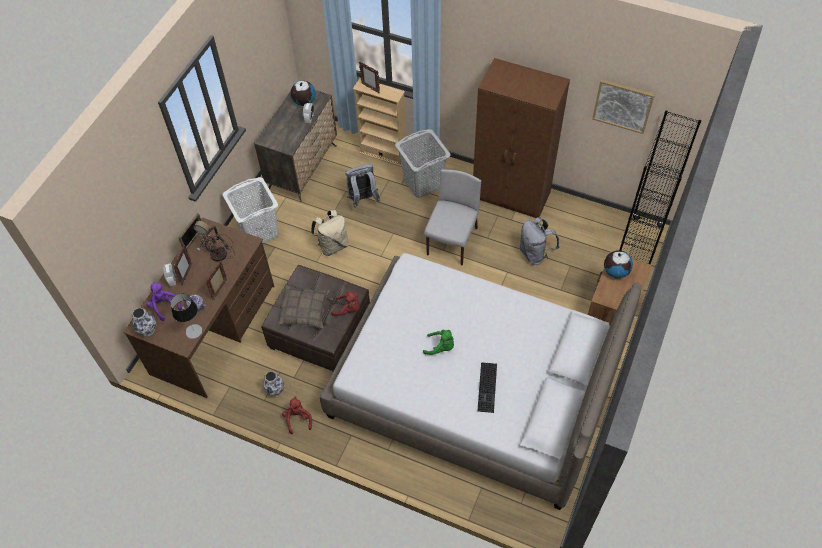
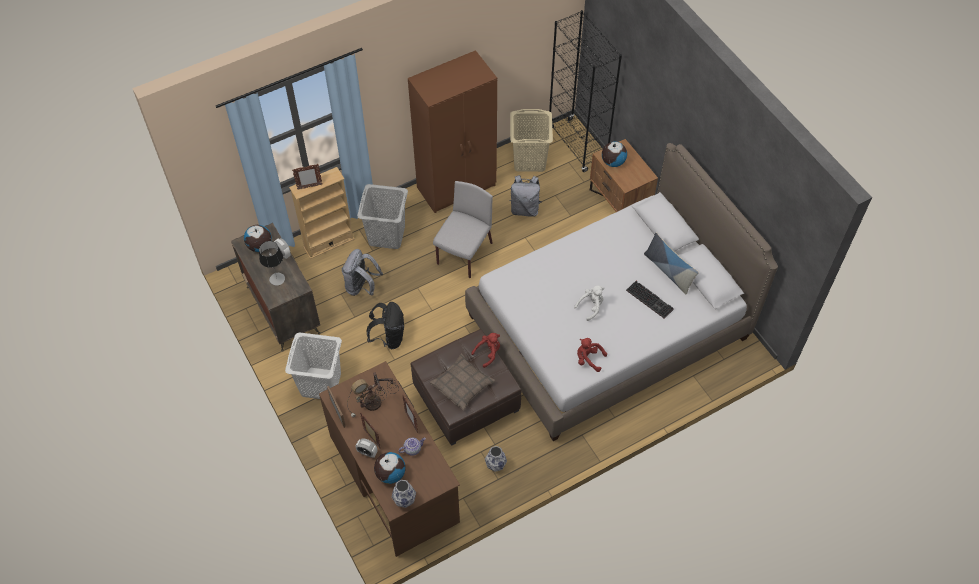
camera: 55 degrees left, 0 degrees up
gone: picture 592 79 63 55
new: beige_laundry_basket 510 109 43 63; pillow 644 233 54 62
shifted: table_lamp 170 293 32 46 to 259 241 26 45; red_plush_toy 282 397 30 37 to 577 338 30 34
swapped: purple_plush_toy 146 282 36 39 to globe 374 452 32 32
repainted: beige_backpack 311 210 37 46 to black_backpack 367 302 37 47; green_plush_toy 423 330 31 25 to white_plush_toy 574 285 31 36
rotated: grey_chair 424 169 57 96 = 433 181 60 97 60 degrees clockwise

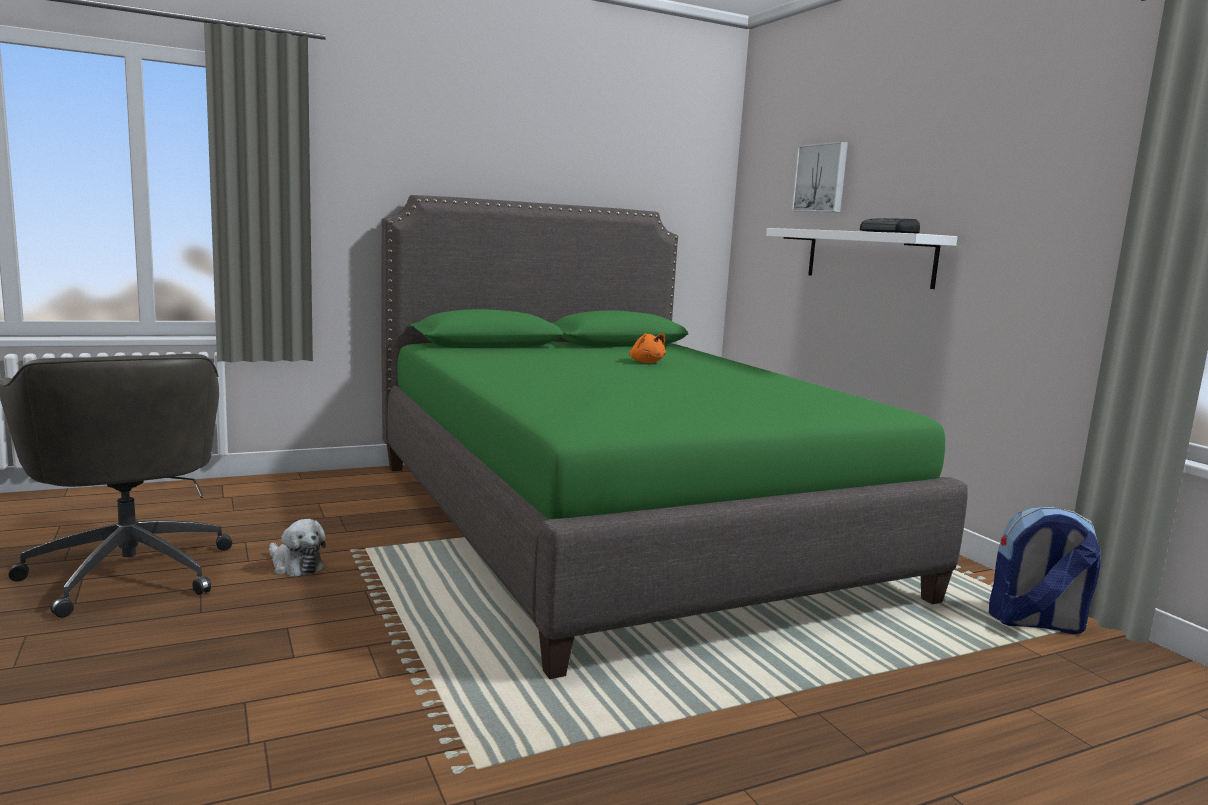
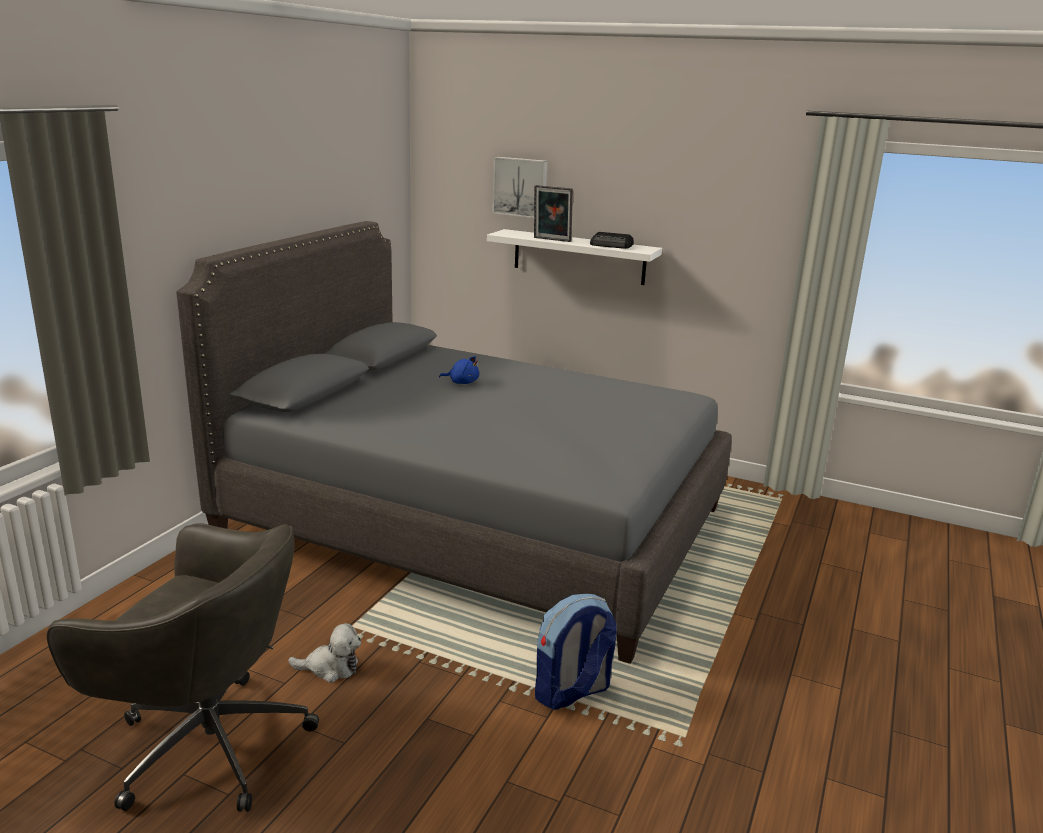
camera: 40 degrees left, 10 degrees up
new: picture_frame 534 185 39 57
shifted: backpack 989 507 111 127 to 535 594 81 116
repainted: green_bed 382 195 586 484 to grey_bed 176 221 556 443; orange_plush_toy 629 333 37 30 to blue_plush_toy 439 356 40 28

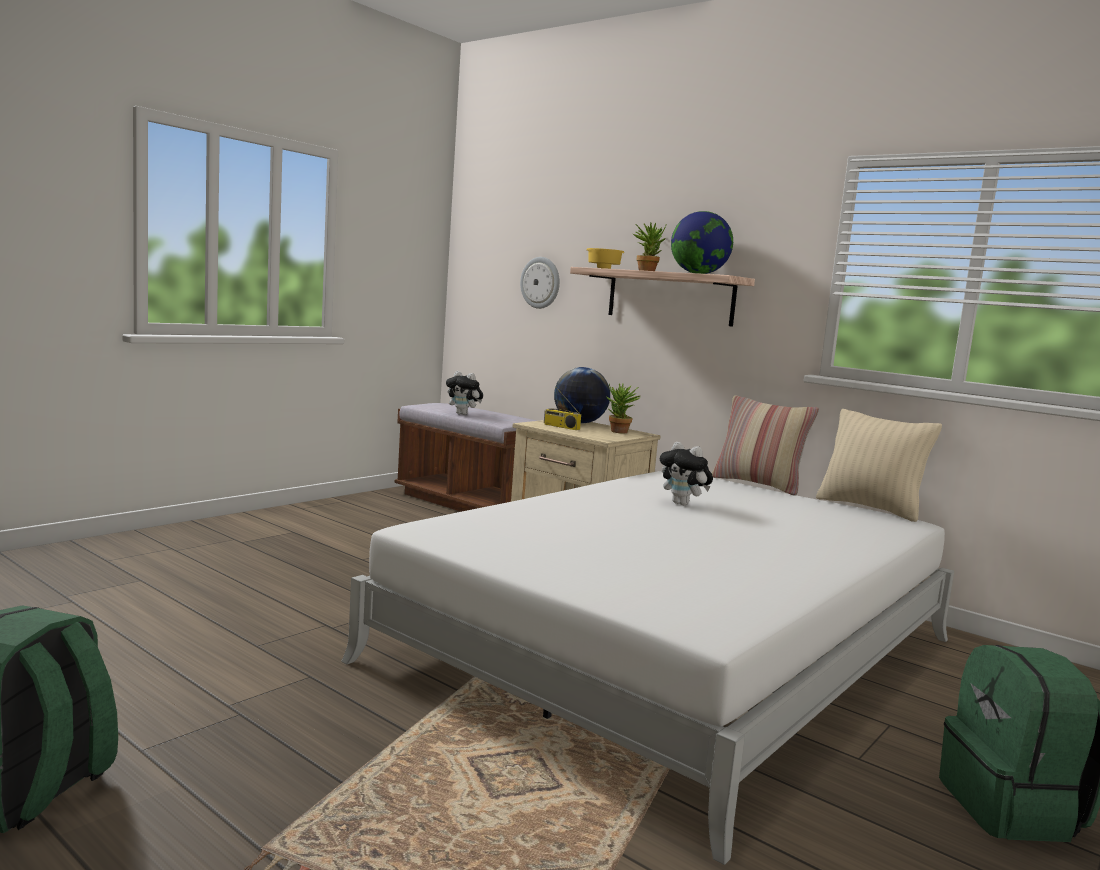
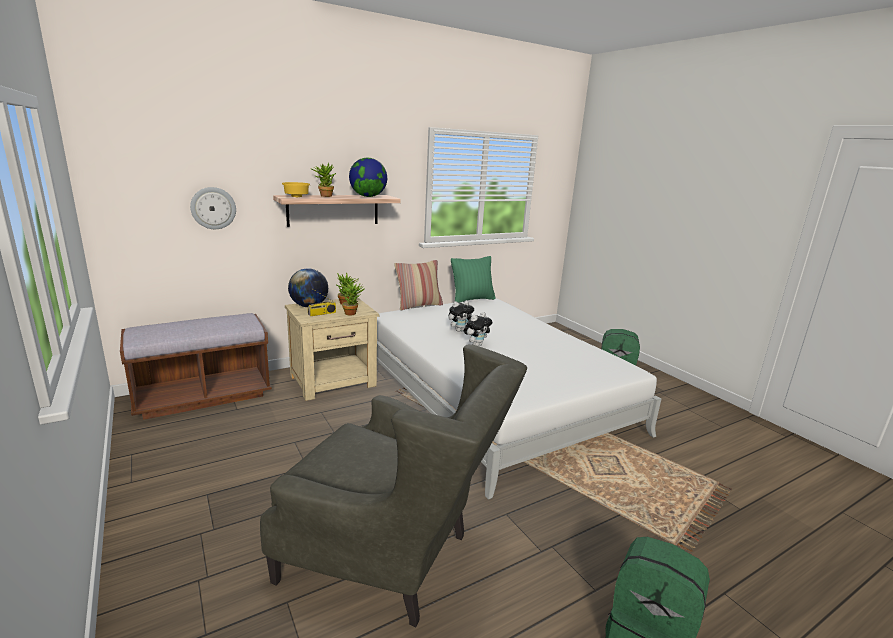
camera: 70 degrees left, 10 degrees up
new: grey_armchair 260 344 267 283; potted_plant 339 282 26 33
shifted: plush_toy 446 371 37 44 to 464 312 28 34
repainted: beige_pillow 816 409 126 113 to green_pillow 451 256 45 47

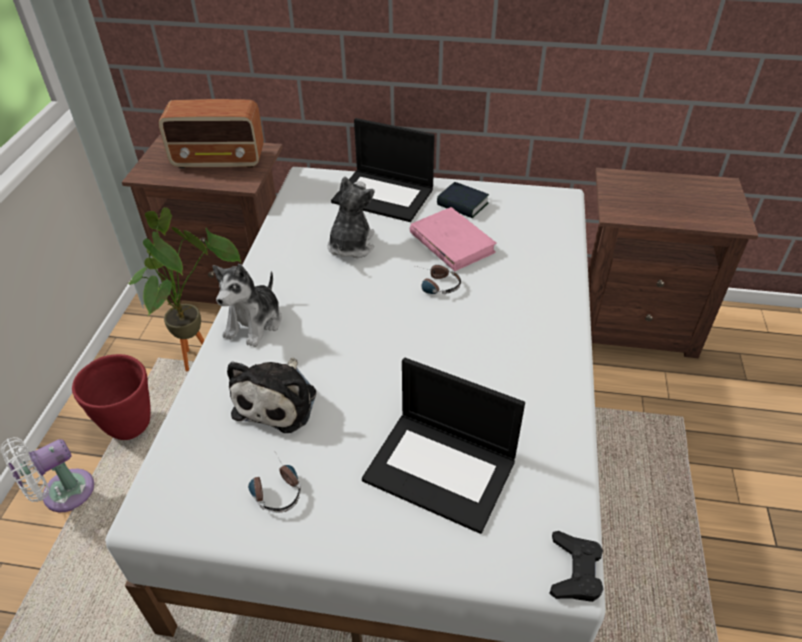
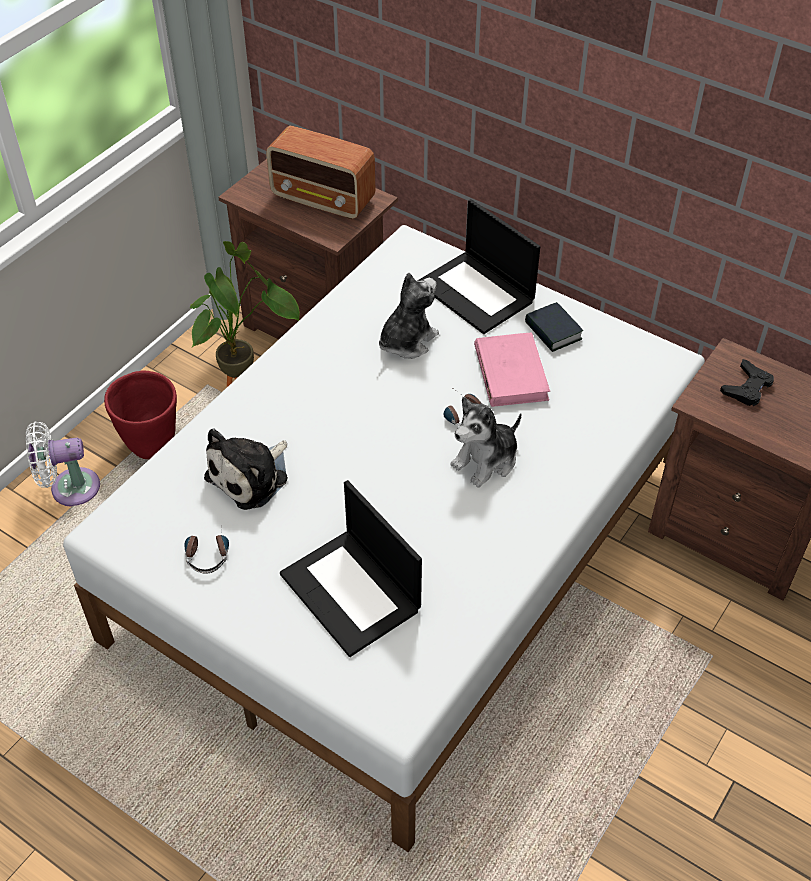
camera: 25 degrees right, 5 degrees up
shifted: plush_toy 213 264 69 83 to 450 397 71 90; black_game_controller 549 531 55 71 to 720 359 54 47

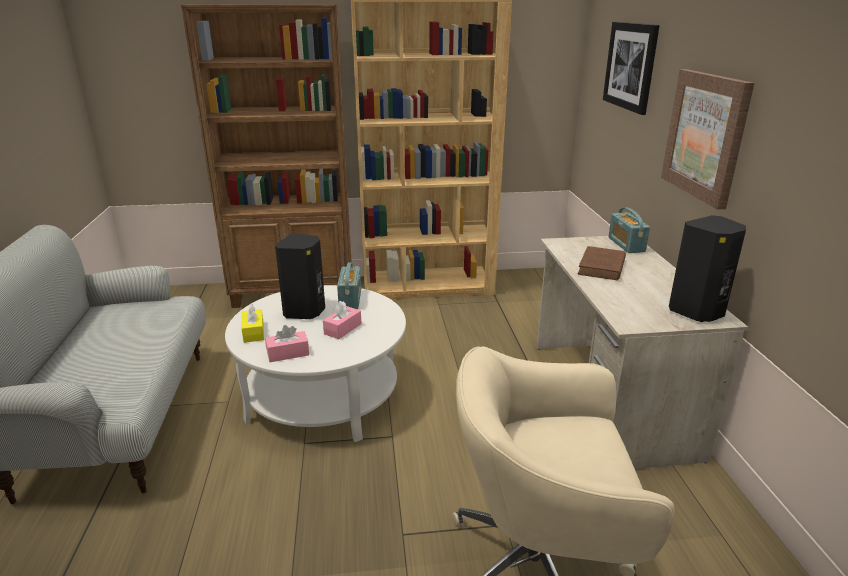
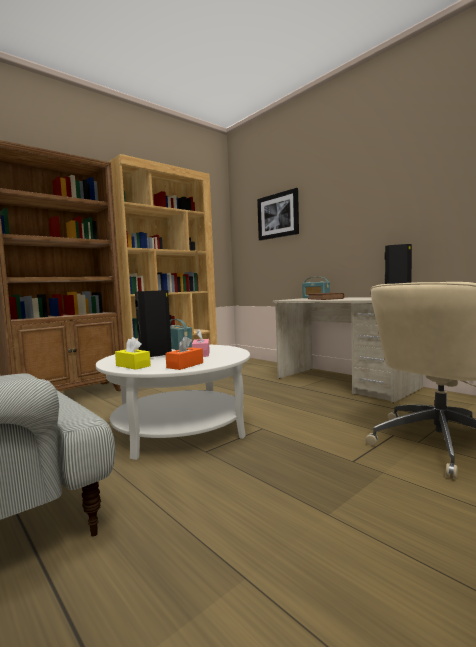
camera: 35 degrees left, 20 degrees down
gone: picture 661 69 93 140
repainted: pink_tissue_box 265 325 44 37 to orange_tissue_box 166 336 37 34

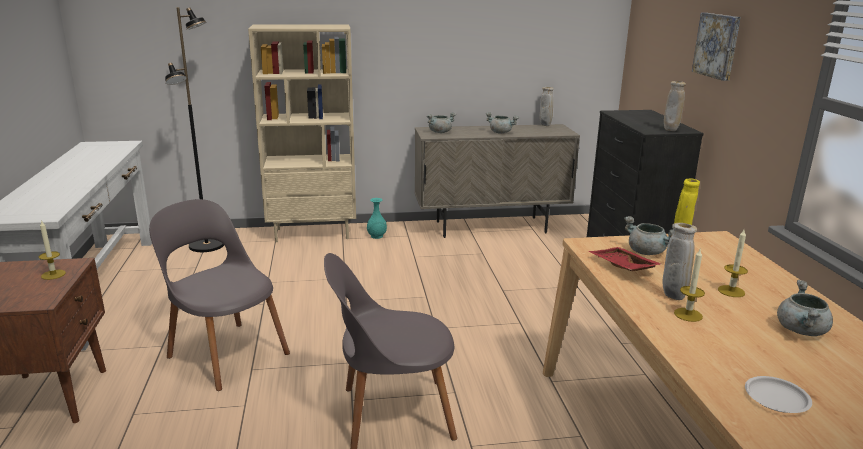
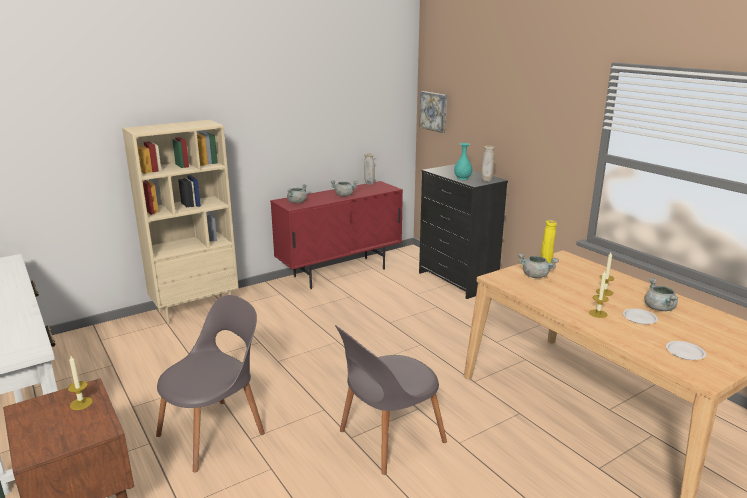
camera: 25 degrees left, 0 degrees up
gone: black_floor_lamp 165 7 59 245; red_tray 589 247 72 24; beige_vase 663 223 34 77
new: white_plate 623 308 35 16
shifted: picture 692 13 49 68 to 419 91 28 42; turquoise_vase 367 198 20 41 to 454 143 18 37
repainted: beige_cabinet 414 124 166 114 to red_cabinet 270 181 133 108
rotated: grey_chair 149 199 141 192 = 156 295 109 177 120 degrees clockwise

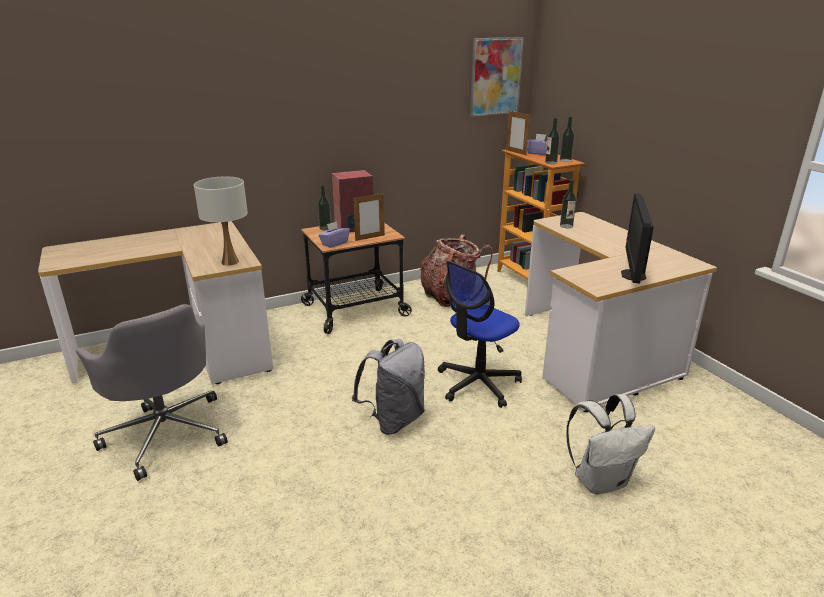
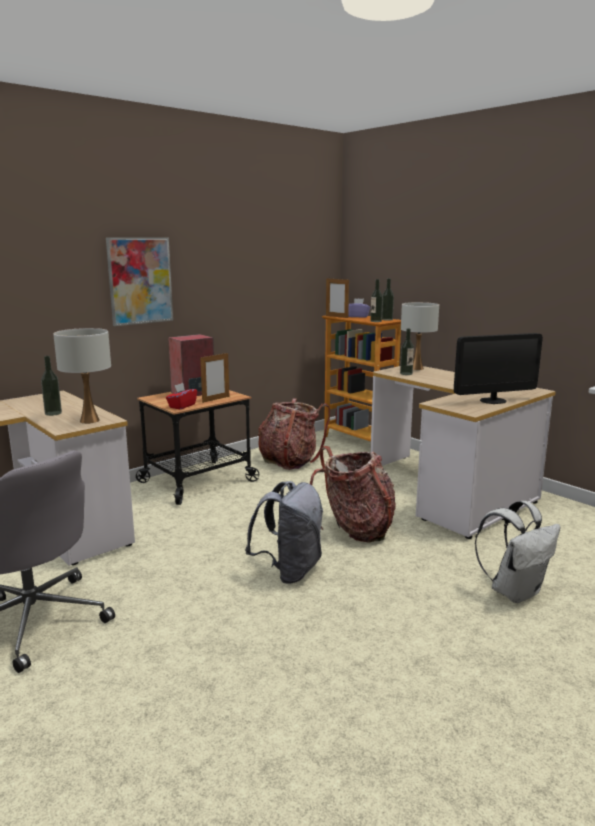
camera: 15 degrees left, 10 degrees down
new: white_table_lamp 401 302 38 68
shifted: bottle 318 185 13 45 to 41 356 21 60; picture 470 37 54 80 to 106 237 67 89
swapped: office_chair 438 261 84 147 to backpack 310 446 86 97
repainted: purple_tissue_box 319 221 31 27 to red_tissue_box 166 383 31 26
rotated: monitor 621 193 33 90 = 454 333 89 71 105 degrees counterclockwise

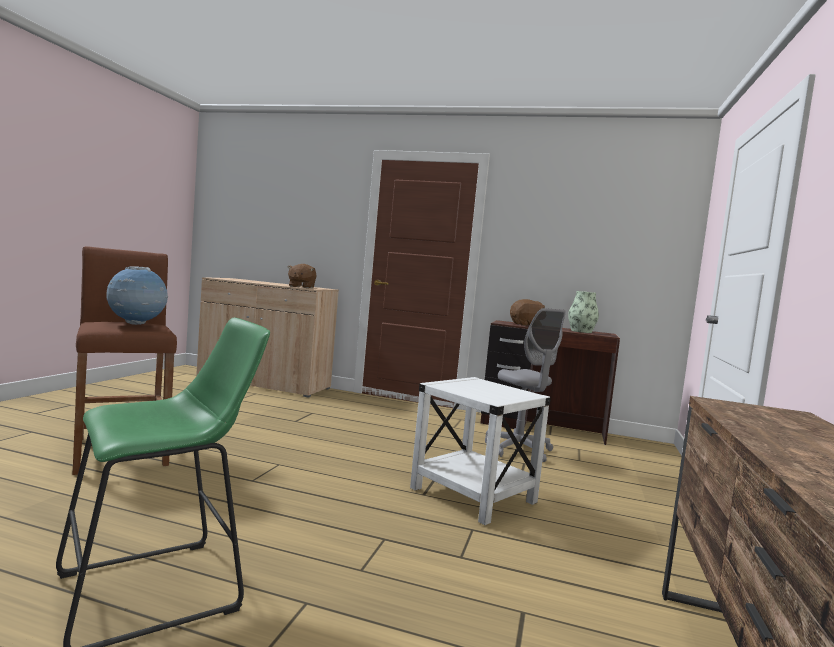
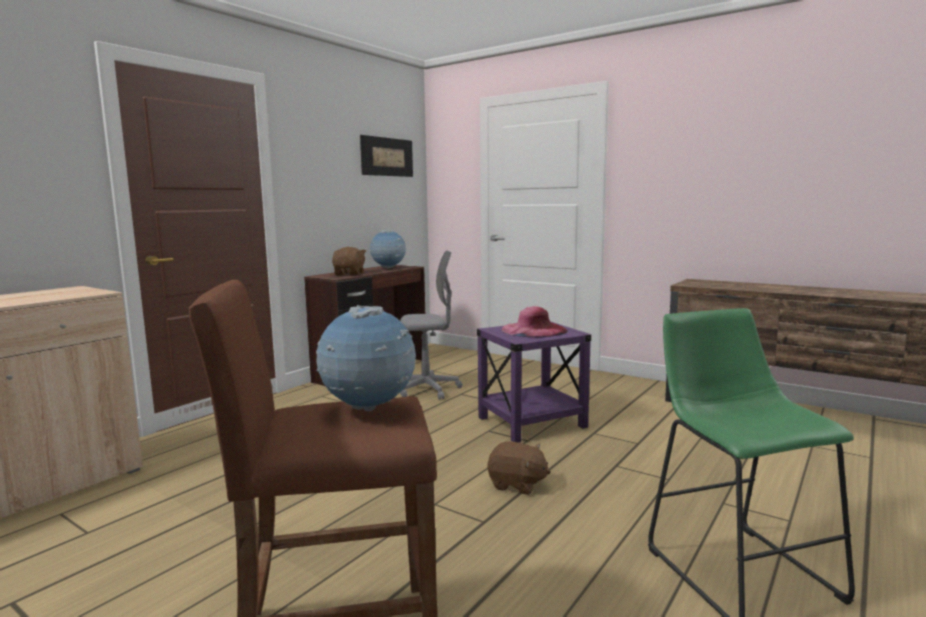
camera: 70 degrees left, 5 degrees up
new: picture 360 135 53 42; pink_hat 501 306 67 31
shifted: brown_plush_toy 287 264 30 24 to 487 441 64 54
swapped: vase 568 291 31 42 to globe 369 230 37 39
repainted: white_side_table 410 377 141 148 to purple_side_table 477 322 114 121

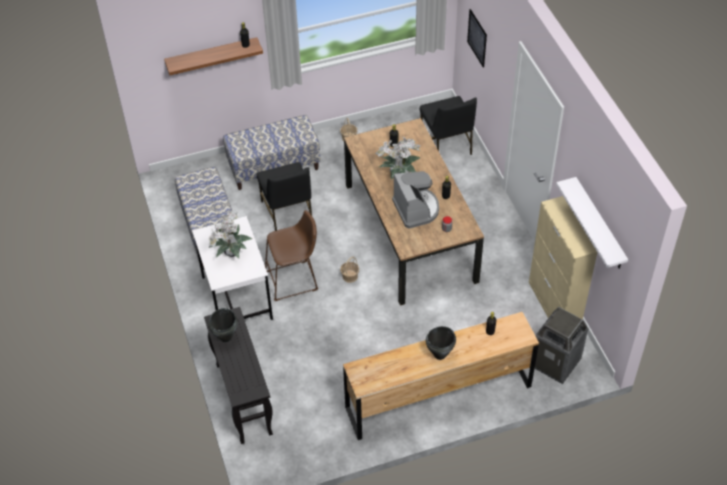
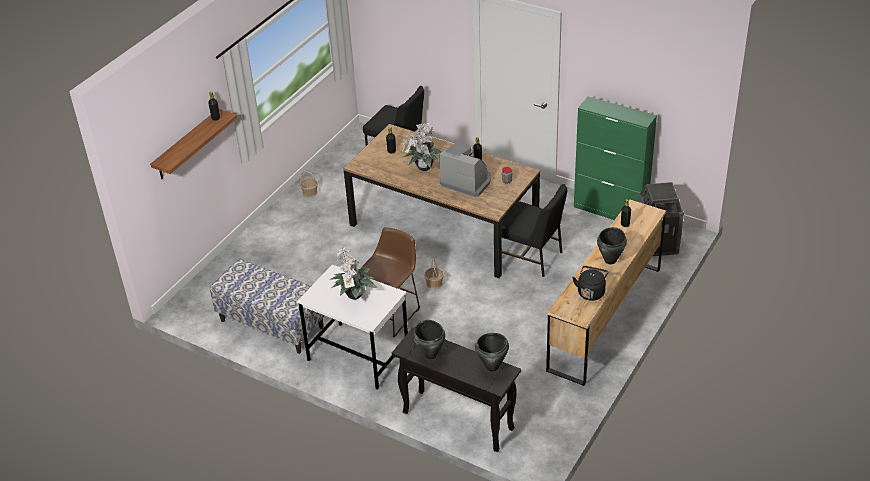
camera: 40 degrees left, 10 degrees down
gone: bench 223 115 98 75; picture 467 9 20 59; white_shelf 556 177 72 92
new: black_cooking_pot 475 333 34 39; black_kettle 572 266 36 35
shifted: black_chair 257 162 55 69 to 501 184 66 93
repainted: beige_cabinet 529 196 68 123 to green_cabinet 574 96 83 124

